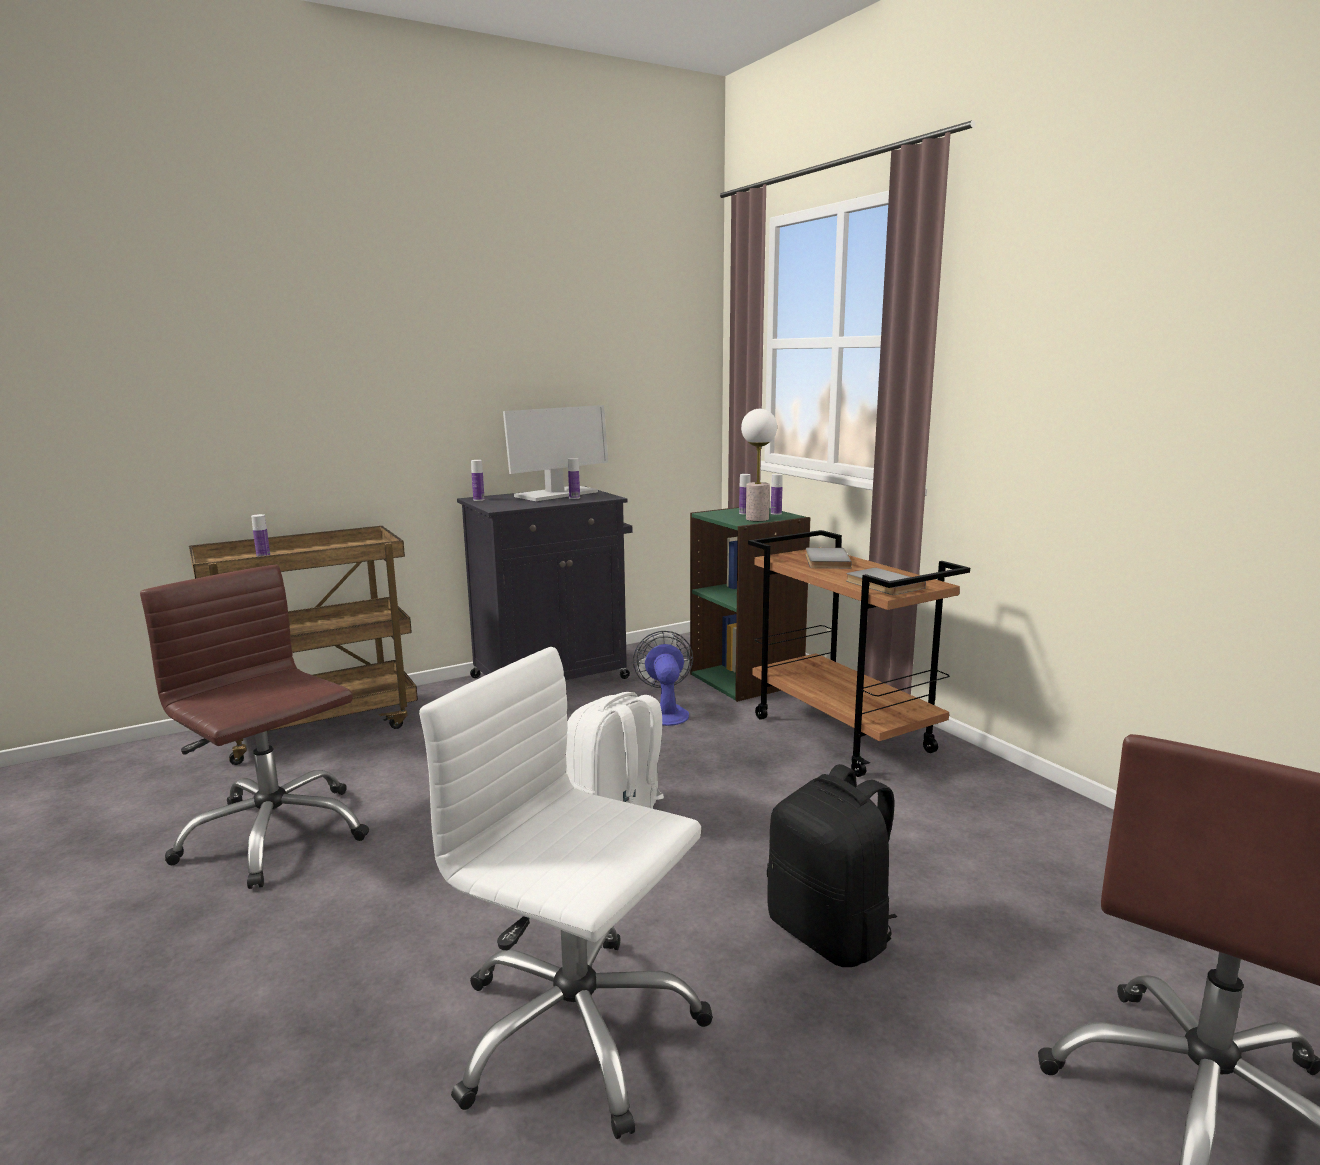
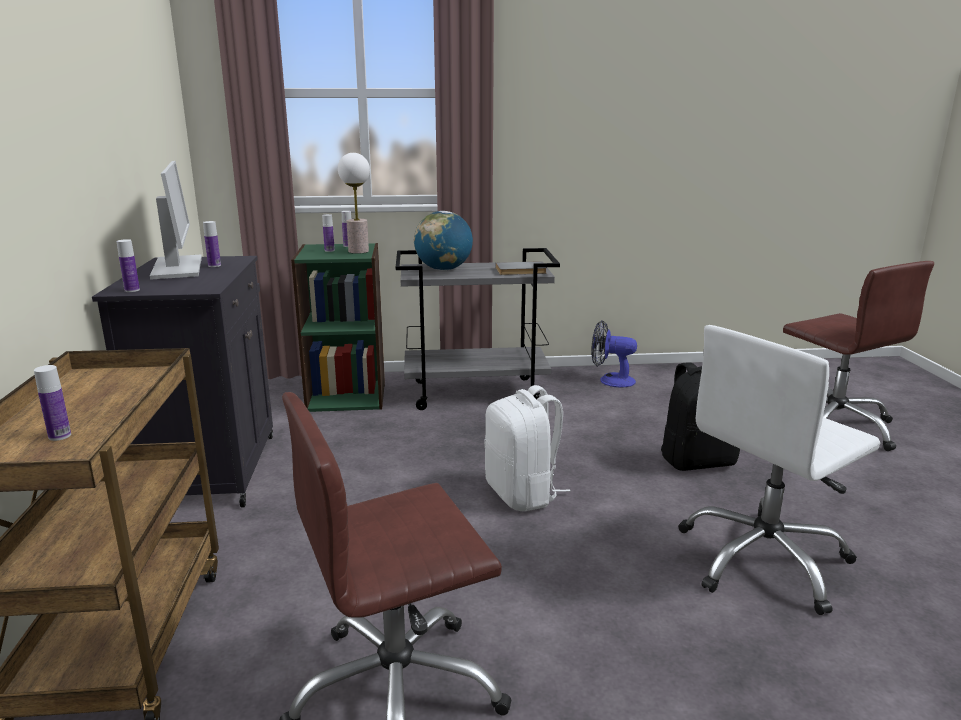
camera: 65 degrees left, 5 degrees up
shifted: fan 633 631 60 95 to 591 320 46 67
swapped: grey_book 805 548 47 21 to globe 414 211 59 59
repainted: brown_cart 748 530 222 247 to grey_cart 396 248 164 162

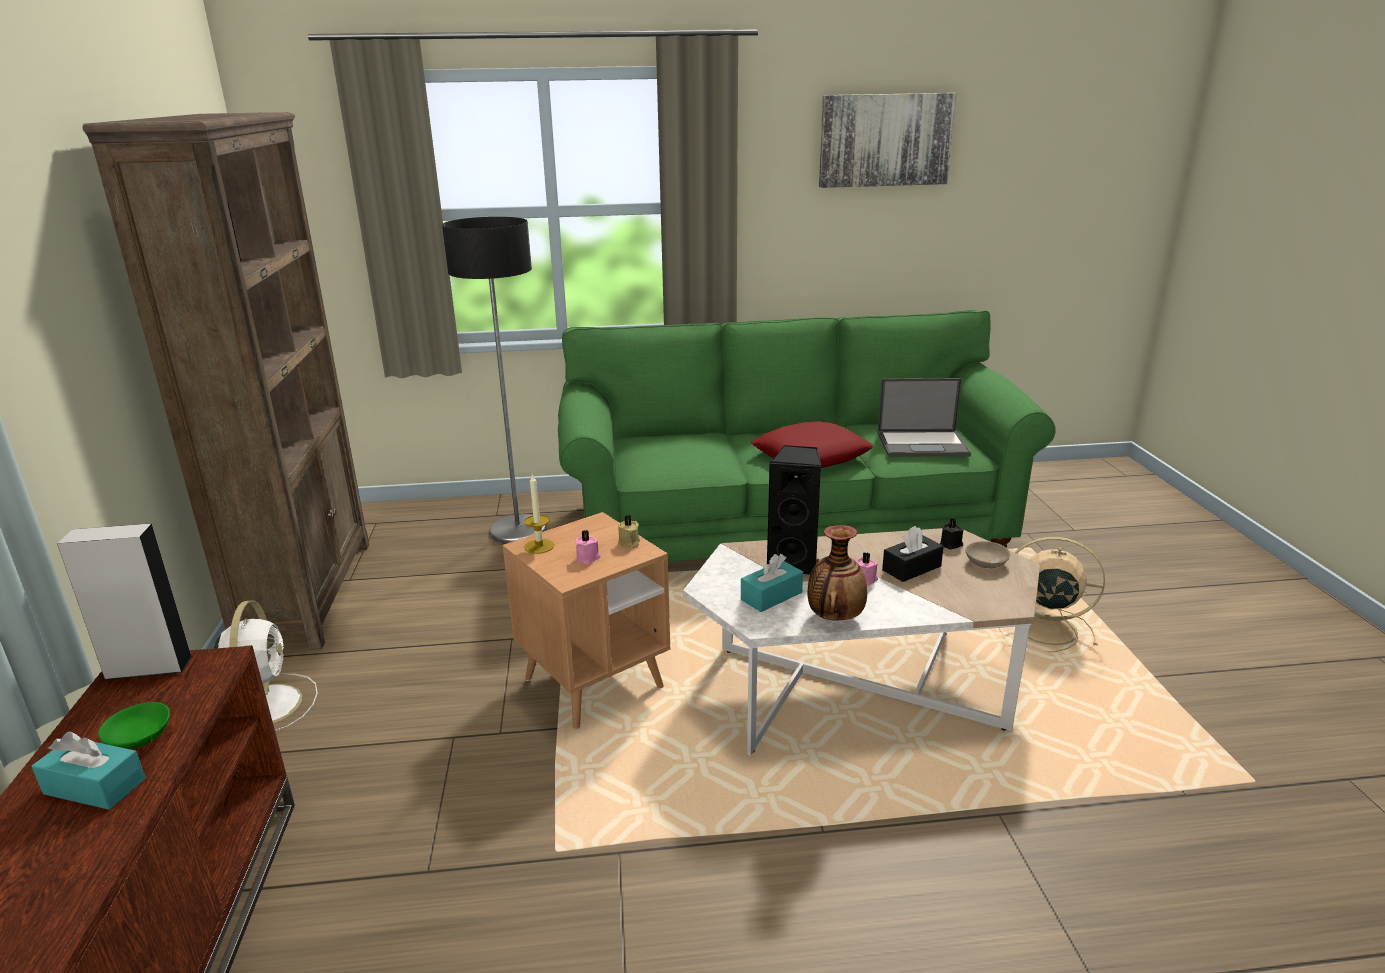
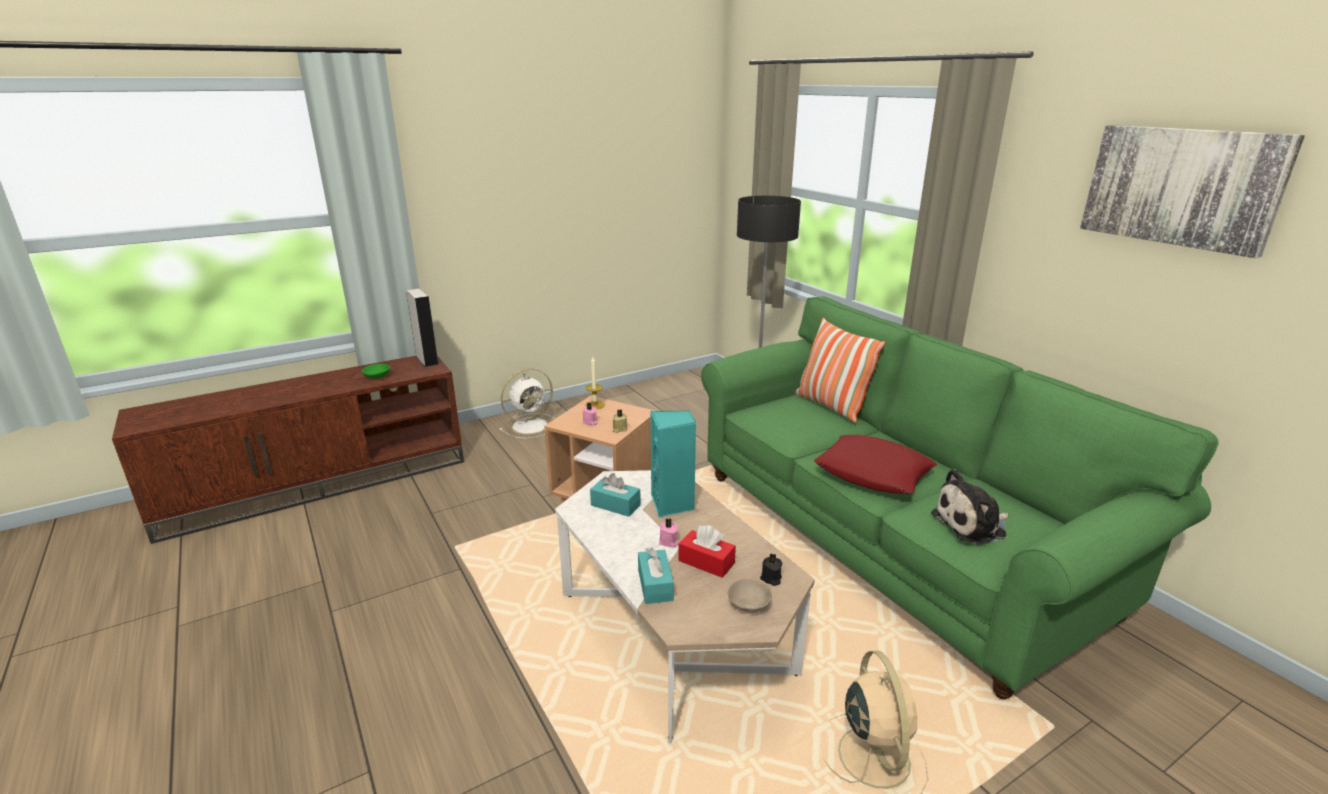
camera: 65 degrees right, 0 degrees up
gone: brown_bookcase 83 112 286 538; vase 807 525 60 96
new: pillow 795 318 91 105
shifted: turquoise_tissue_box 31 731 115 79 to 638 547 36 57
swapped: laptop 877 378 94 79 to plush_toy 931 469 78 76
repainted: black_speaker 767 445 55 130 to turquoise_speaker 651 410 45 108; black_tissue_box 882 526 62 56 to red_tissue_box 678 525 58 53

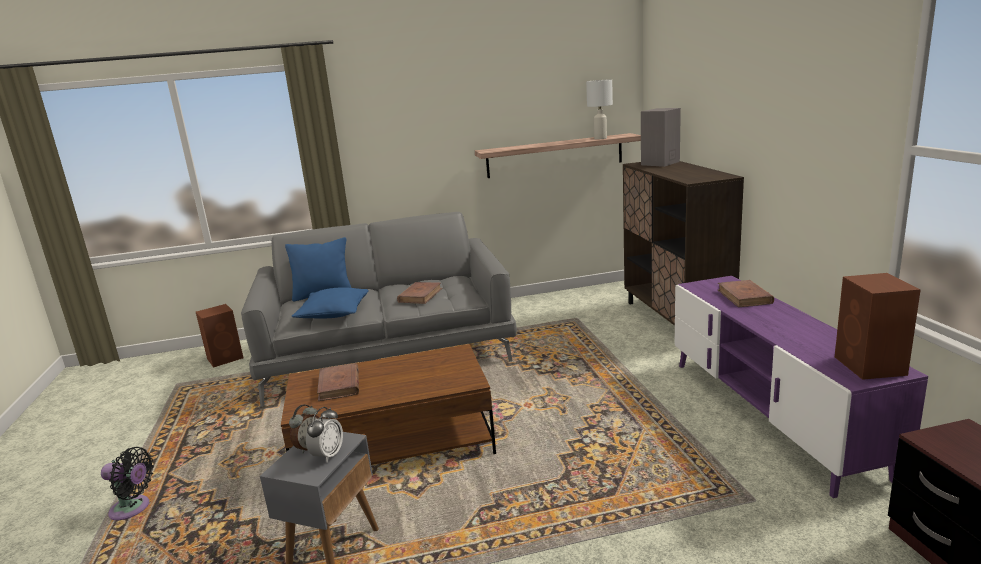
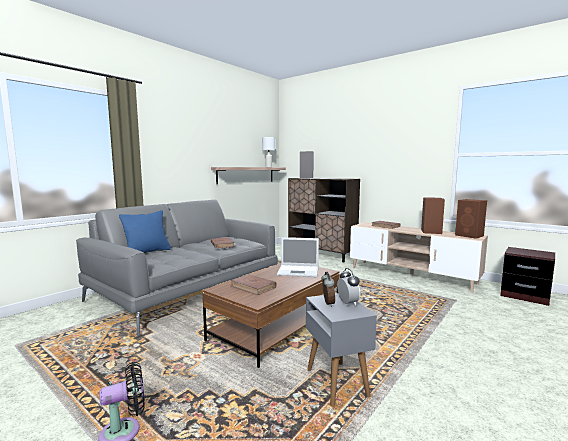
camera: 40 degrees left, 10 degrees down
gone: blue_pillow 292 287 77 31
new: laptop 277 237 42 40
shifted: brown_speaker 196 304 47 64 to 421 197 24 37
repainted: purple_tv_stand 675 276 253 222 to beige_tv_stand 350 222 138 71

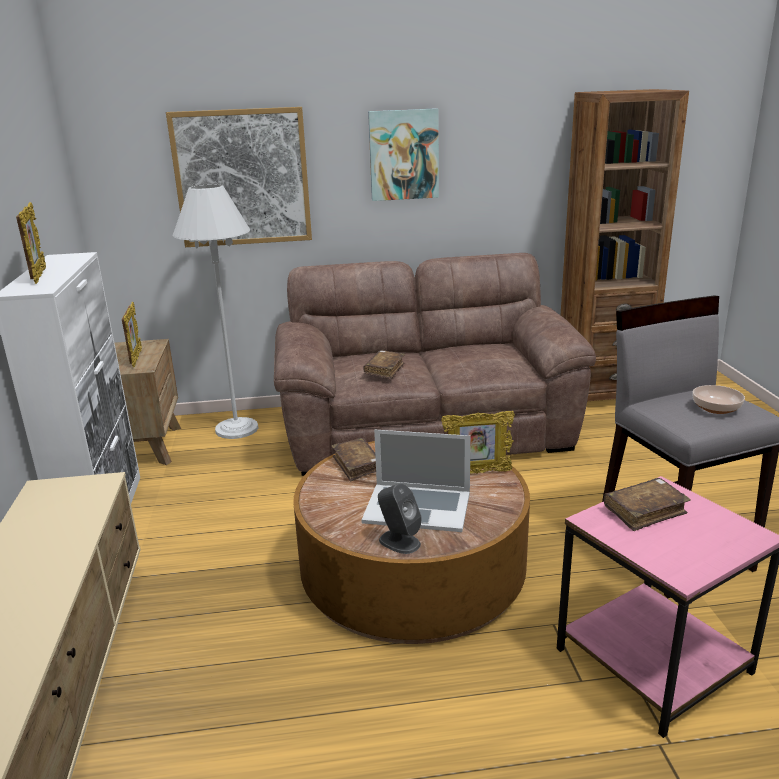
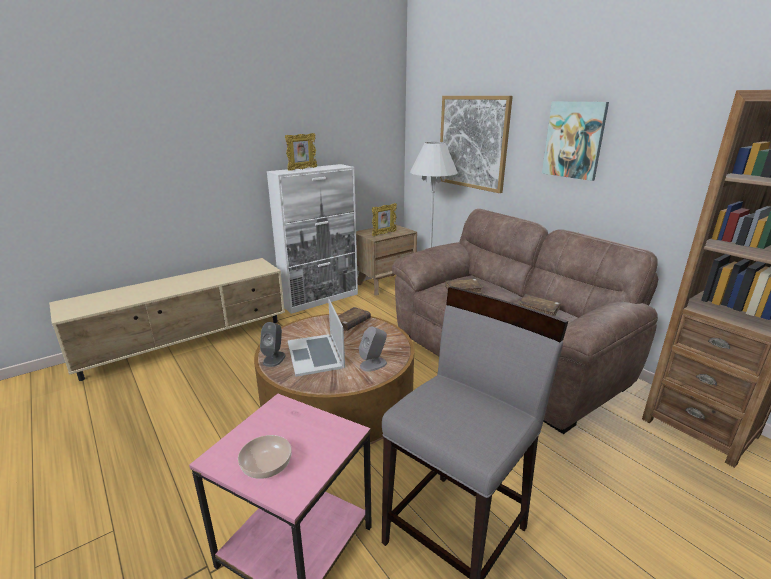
camera: 60 degrees right, 0 degrees up
shifted: bowl 693 385 52 29 to 238 435 54 44; brown_book 604 478 87 53 to 518 294 43 22
swapped: picture_frame 441 411 74 63 to grey_speaker 359 326 28 46

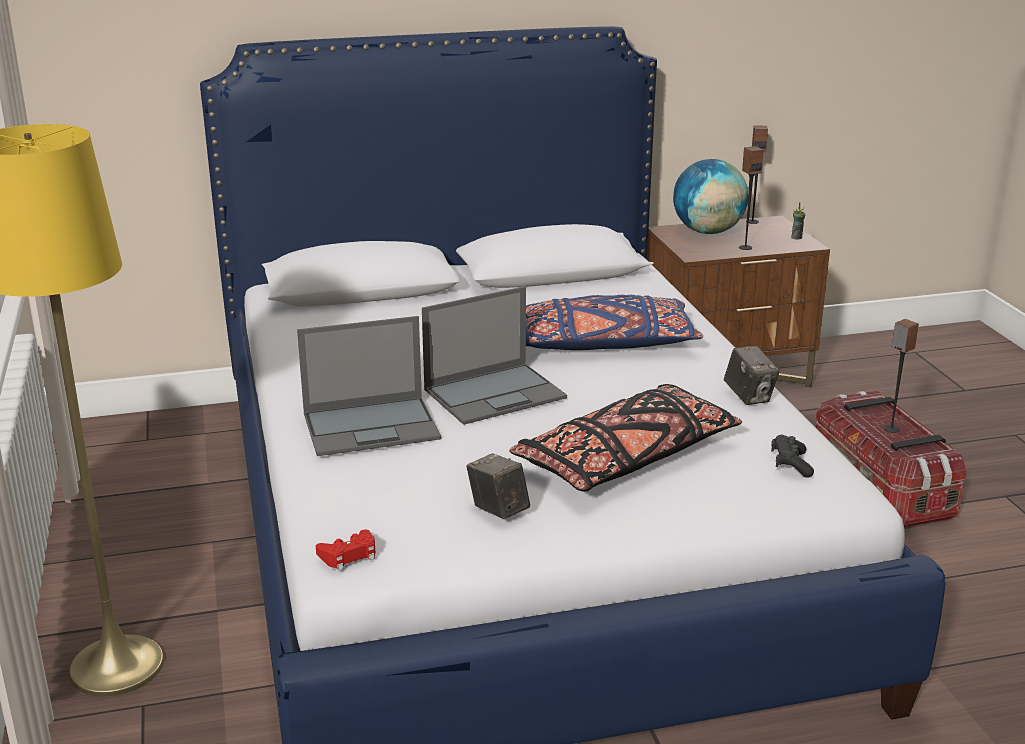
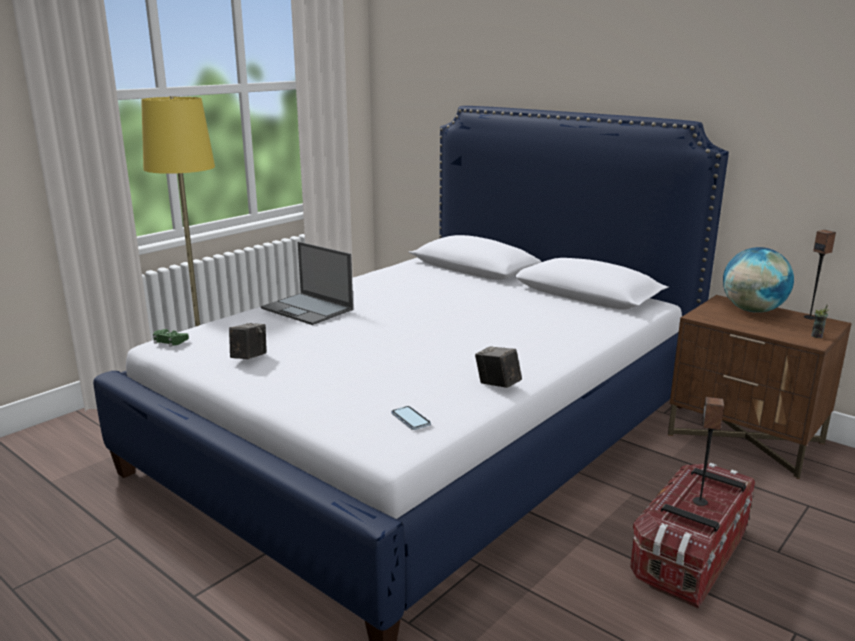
camera: 55 degrees right, 5 degrees down
gone: laptop 422 286 145 139; black_pillow 509 384 233 108; blue_pillow 526 295 177 55; speaker 739 146 24 104
swapped: black_game_controller 771 435 43 43 to phone 391 406 40 24
repainted: red_game_controller 316 529 59 41 to green_game_controller 153 329 36 18
rotated: photo_camera 724 346 56 59 = 475 346 47 42 105 degrees clockwise

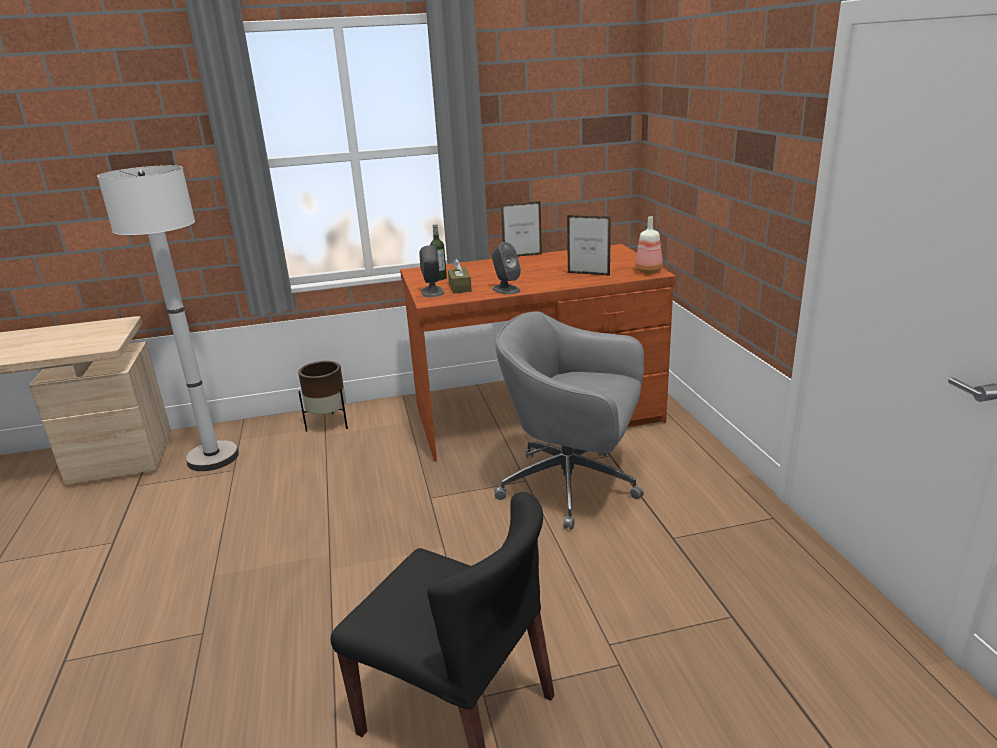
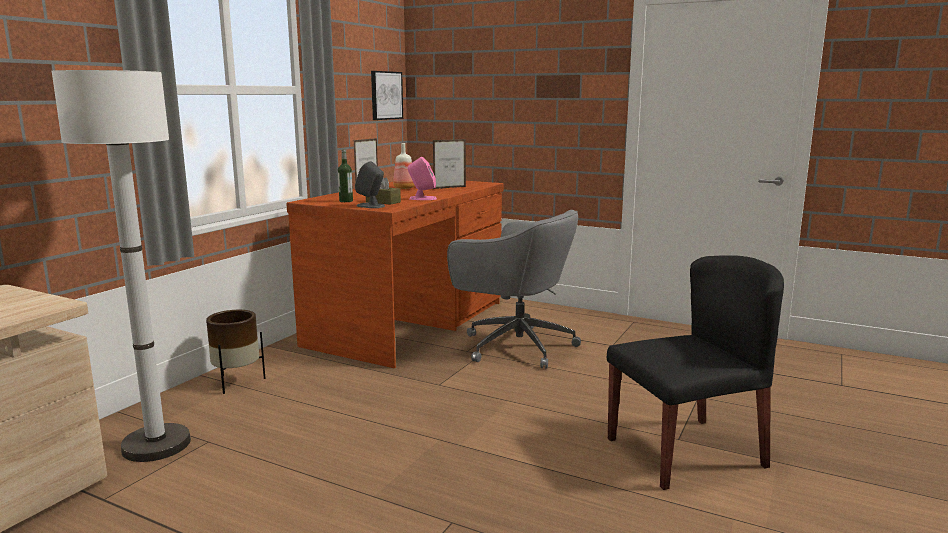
camera: 50 degrees left, 10 degrees down
new: picture 371 71 32 49
shifted: bottle 635 216 28 57 to 393 143 22 46
repainted: grey_speaker 492 242 29 53 to pink_speaker 408 157 29 43
rotated: grey_office_chair 495 312 149 218 = 447 210 134 159 120 degrees counterclockwise

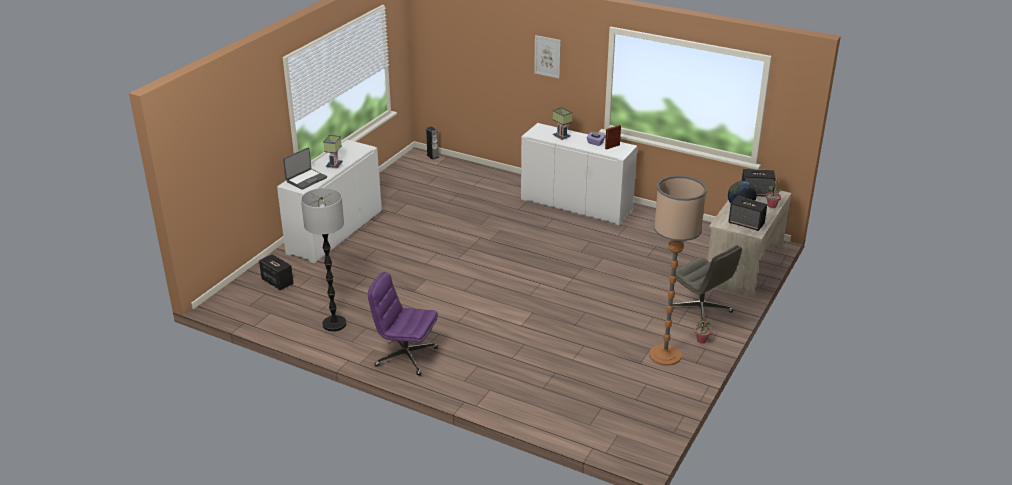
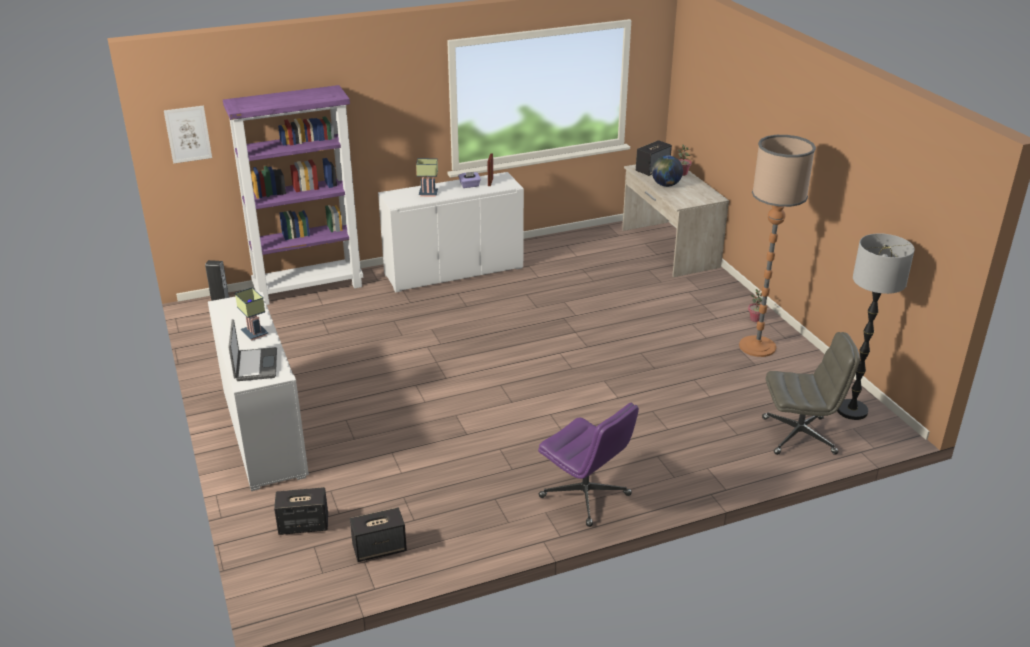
camera: 50 degrees left, 0 degrees up
new: purple_bookcase 223 85 140 220
shifted: picture 534 35 27 43 to 164 105 48 59; speaker 728 196 39 35 to 350 507 57 55; grey_office_chair 673 245 69 81 to 762 332 98 123; floor_lamp 301 188 45 144 to 837 233 78 187
rotated: purple_office_chair 368 272 70 104 = 538 403 101 124 105 degrees counterclockwise

